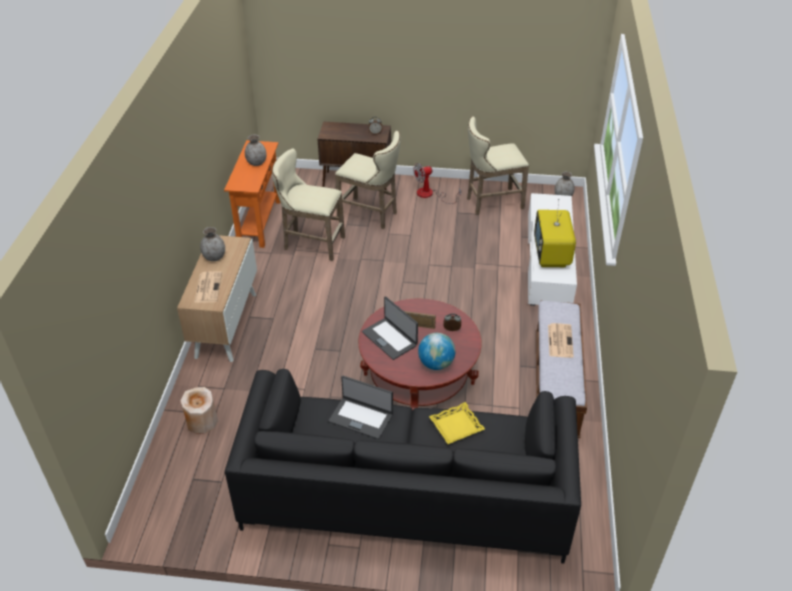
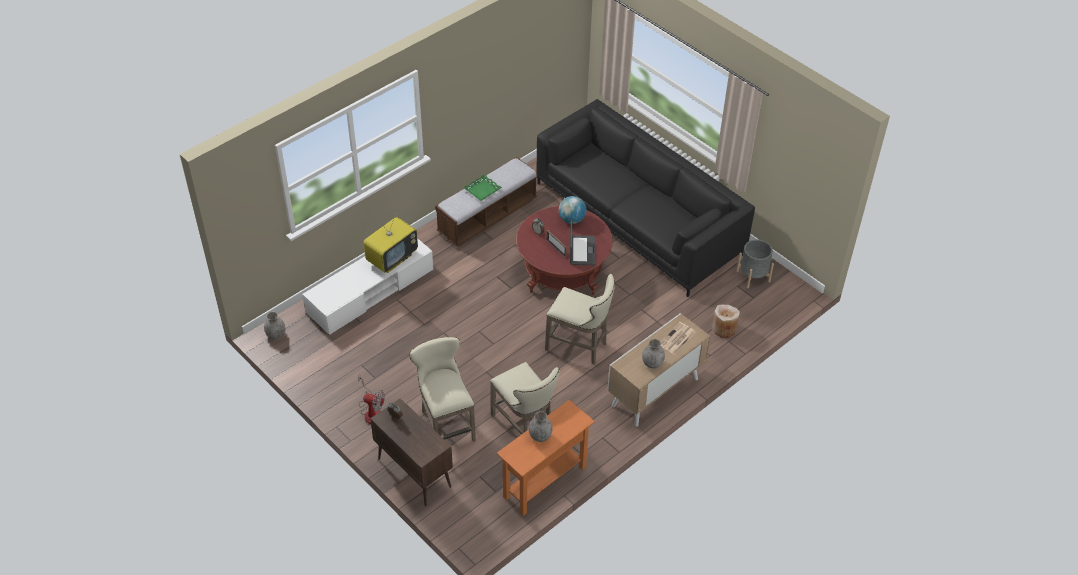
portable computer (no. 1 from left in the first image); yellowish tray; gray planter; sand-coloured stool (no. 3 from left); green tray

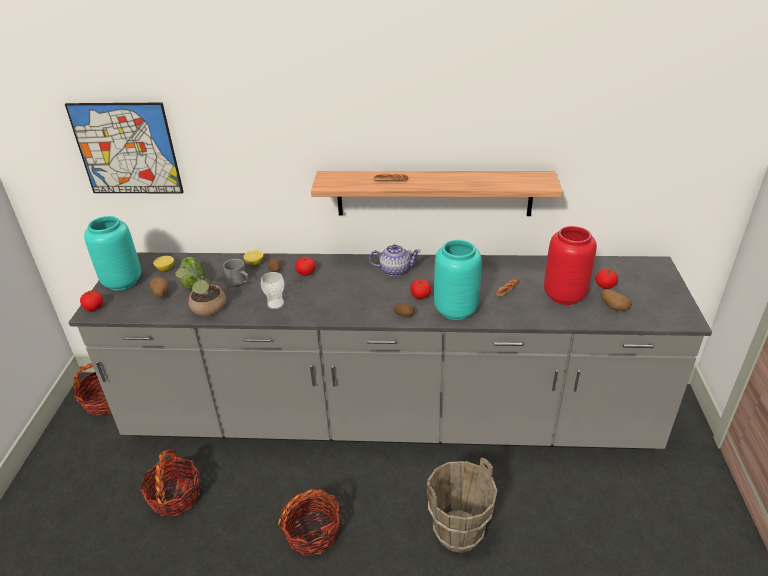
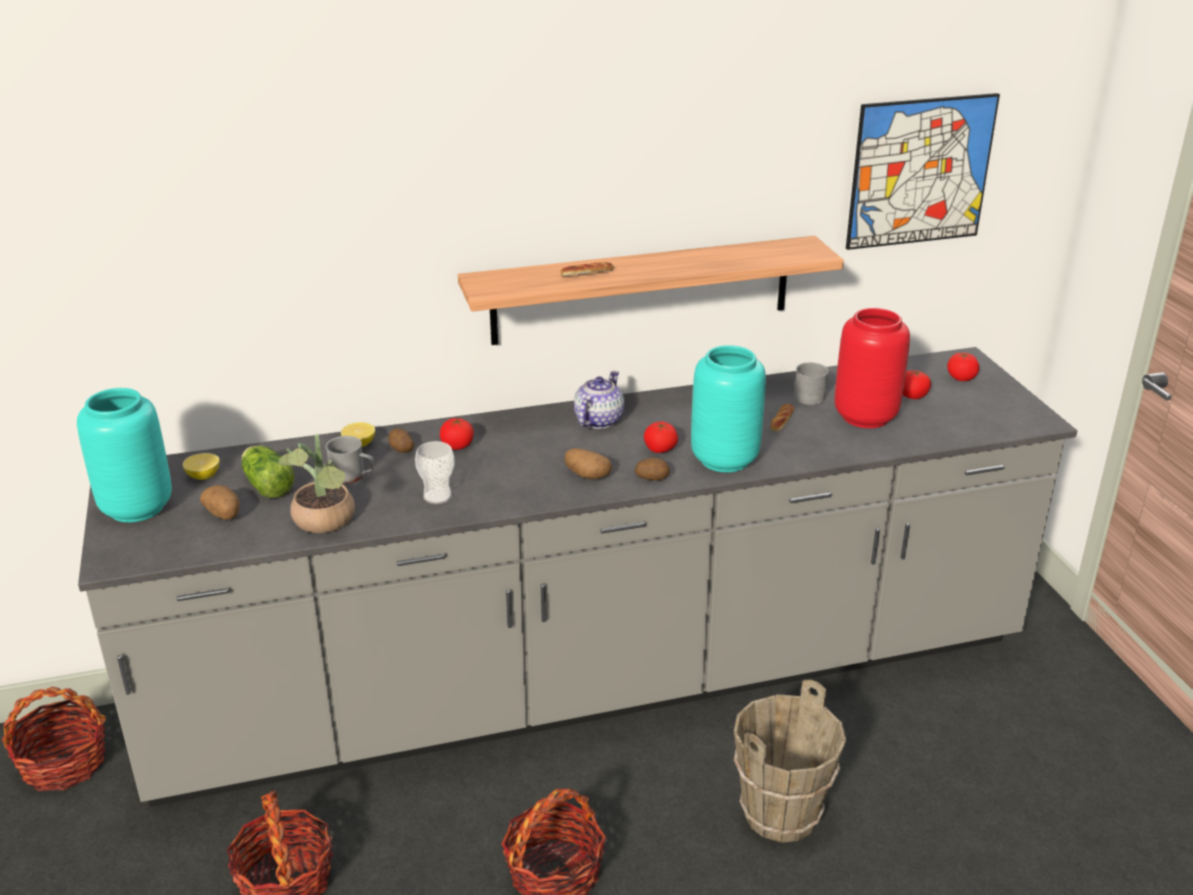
gray mug (no. 2 from left); picture; fresh tomato (no. 4 from left); potato (no. 3 from left); tea pot

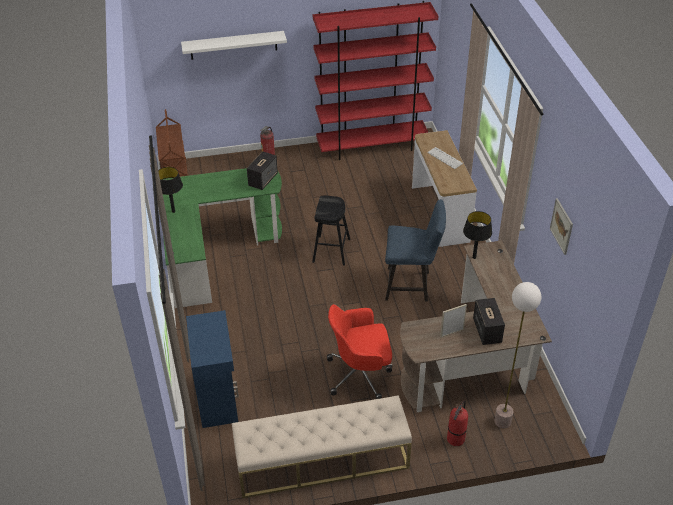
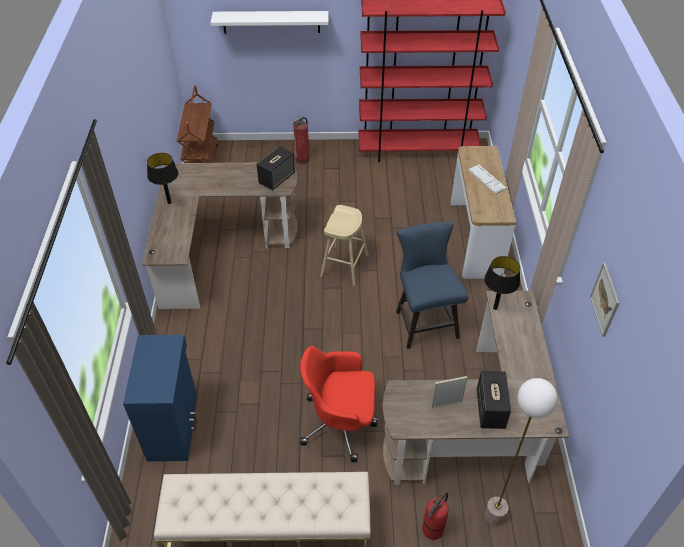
brown-coloured desk unit (no. 1 from left); sand-coloured stool; blue upright chair

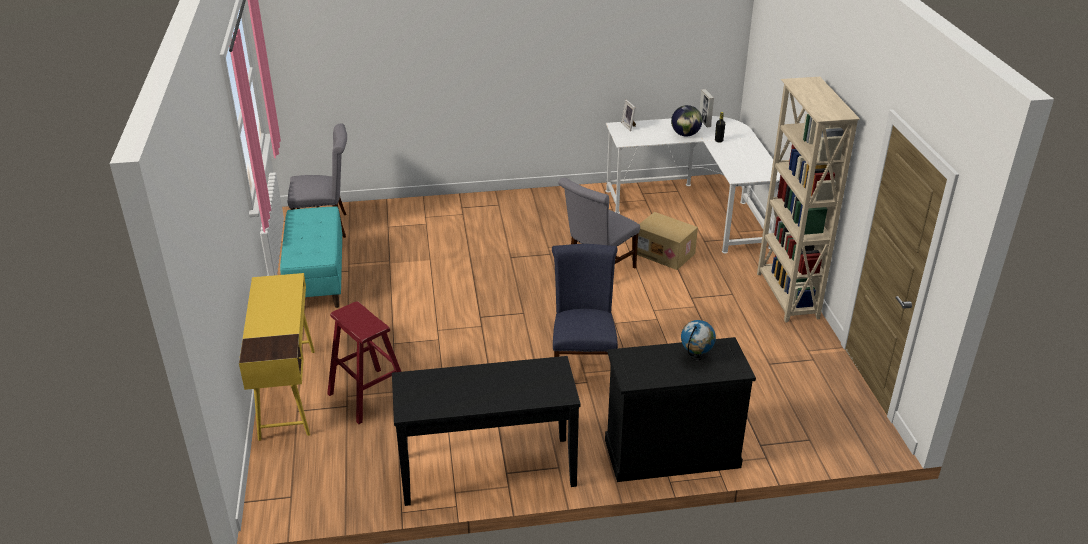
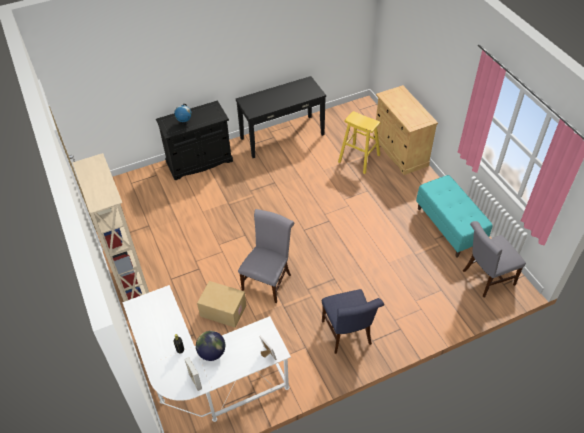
blue upright chair; sand-coloured storage cabinet; yellowish stool

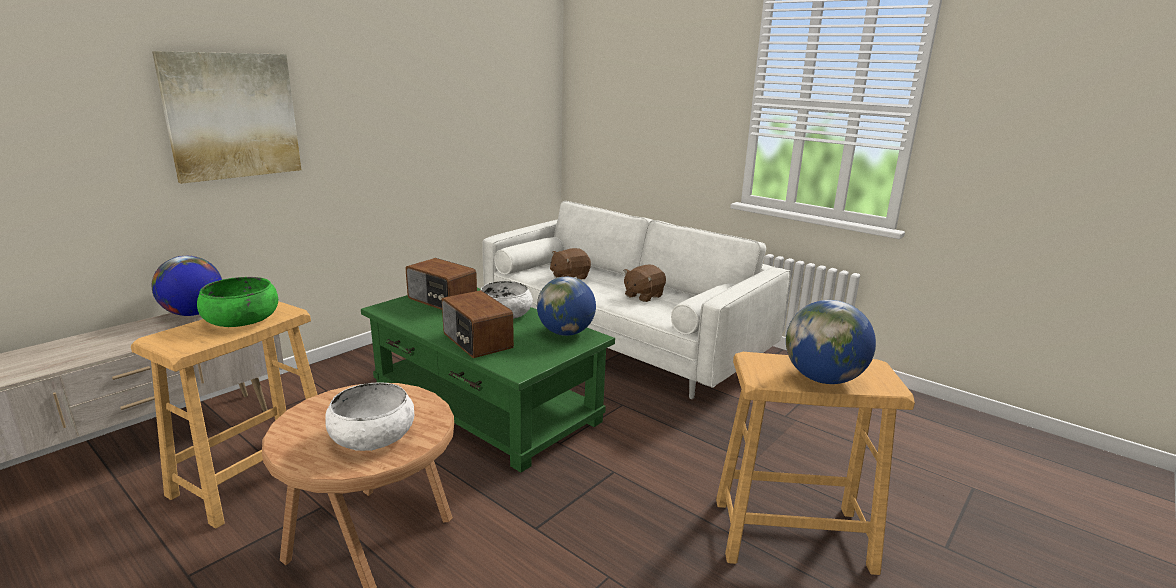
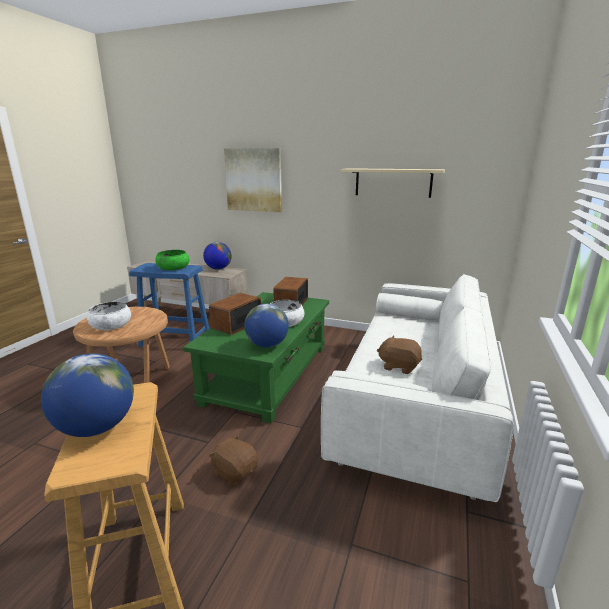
sand-coloured wall shelf; brown-coloured cuddly toy (no. 1 from left); blue stool

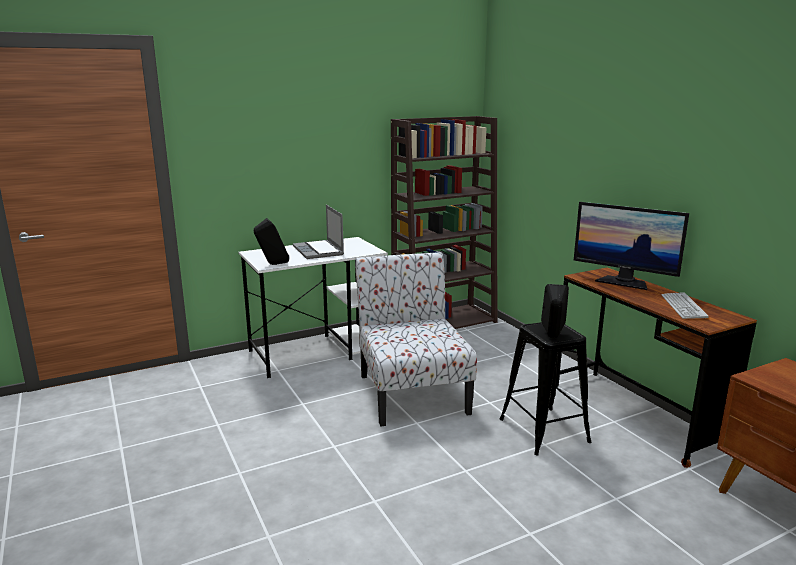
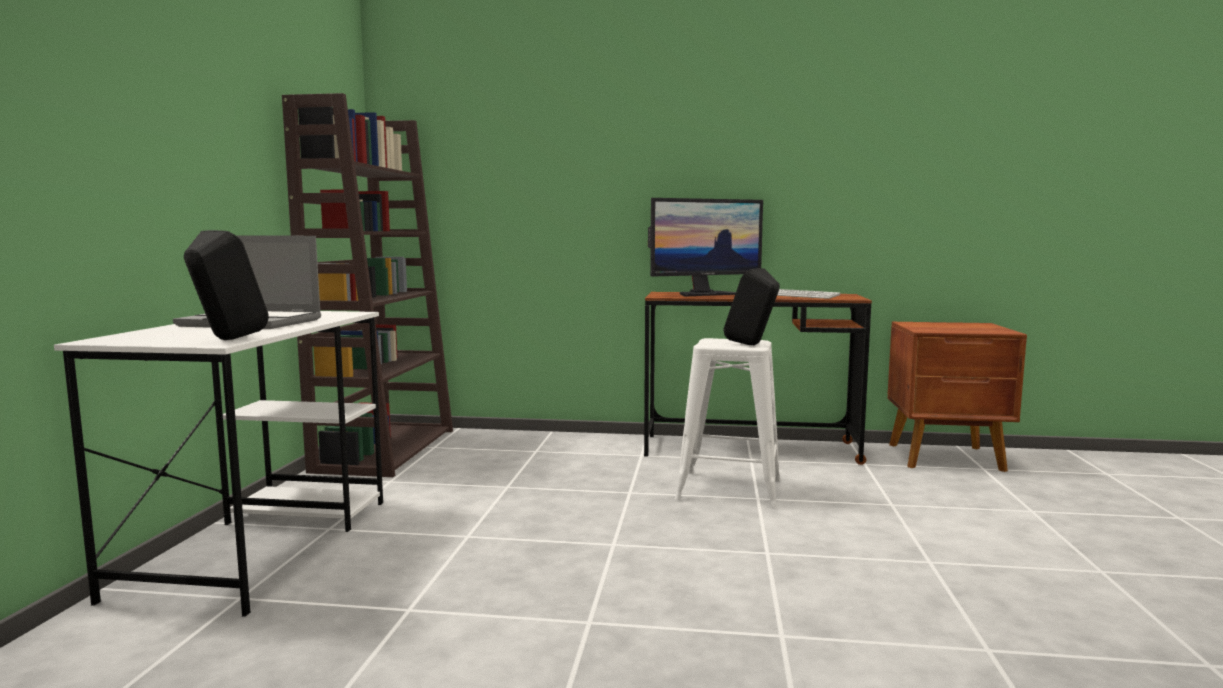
upright chair; white stool

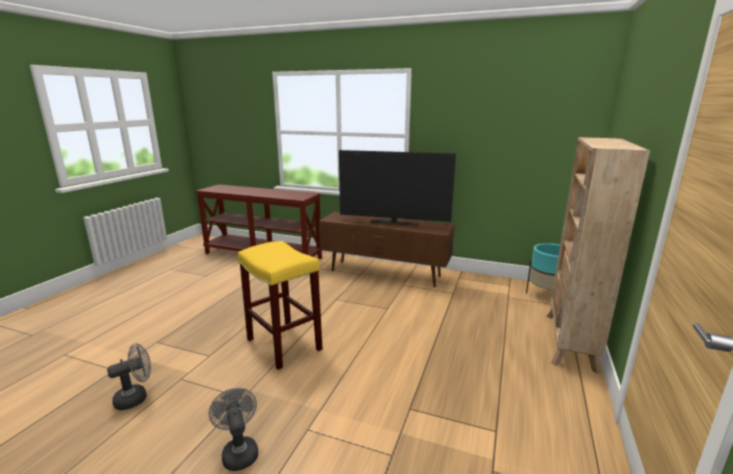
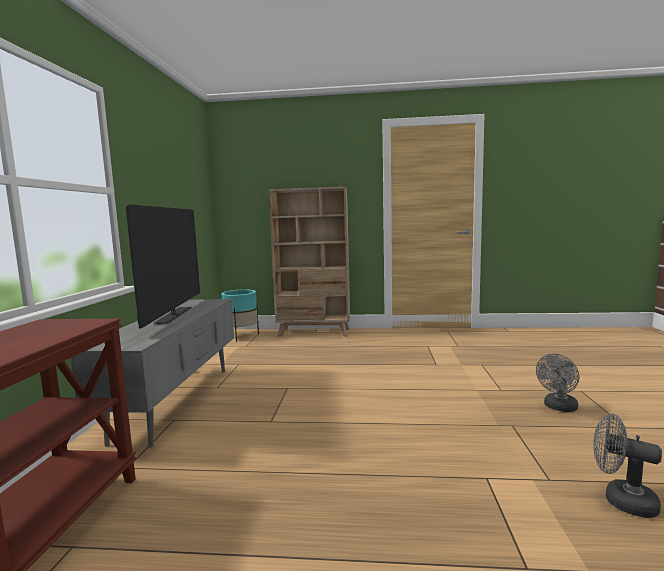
yellowish stool; gray tv stand

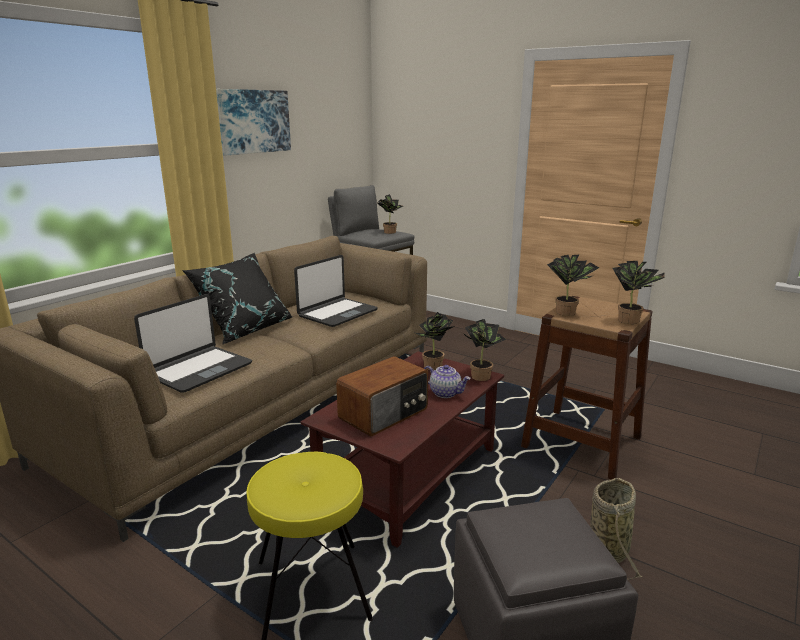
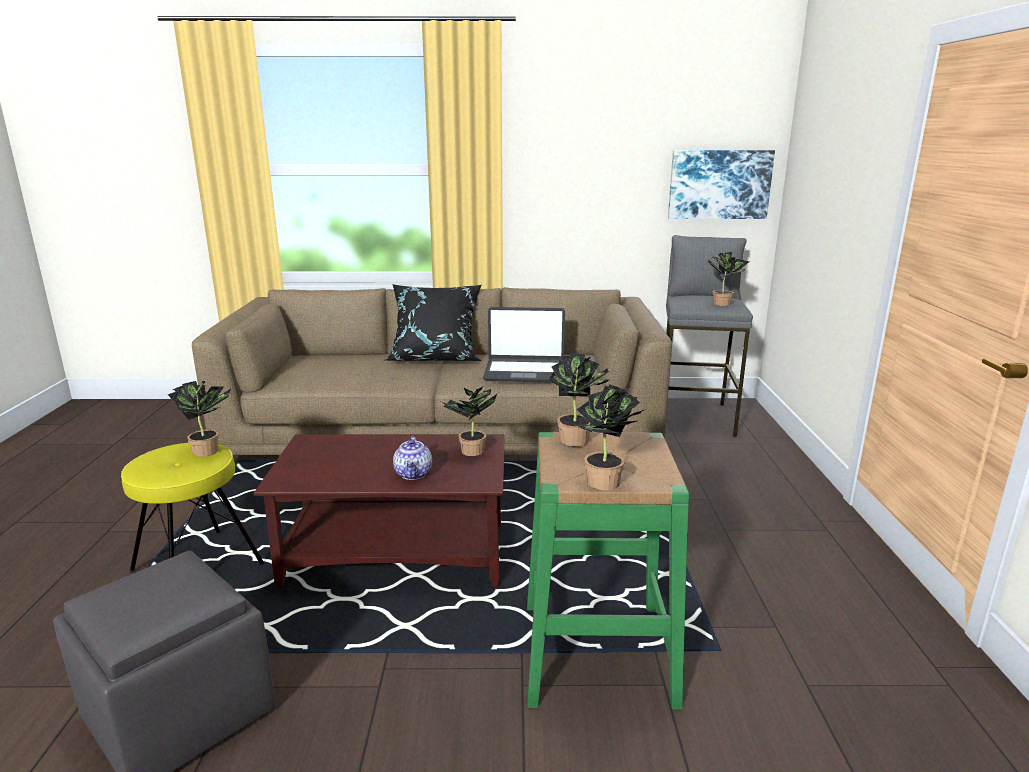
portable computer (no. 1 from left in the first image); radio set; household basket; picture; plant in a pot (no. 1 from left); green stool

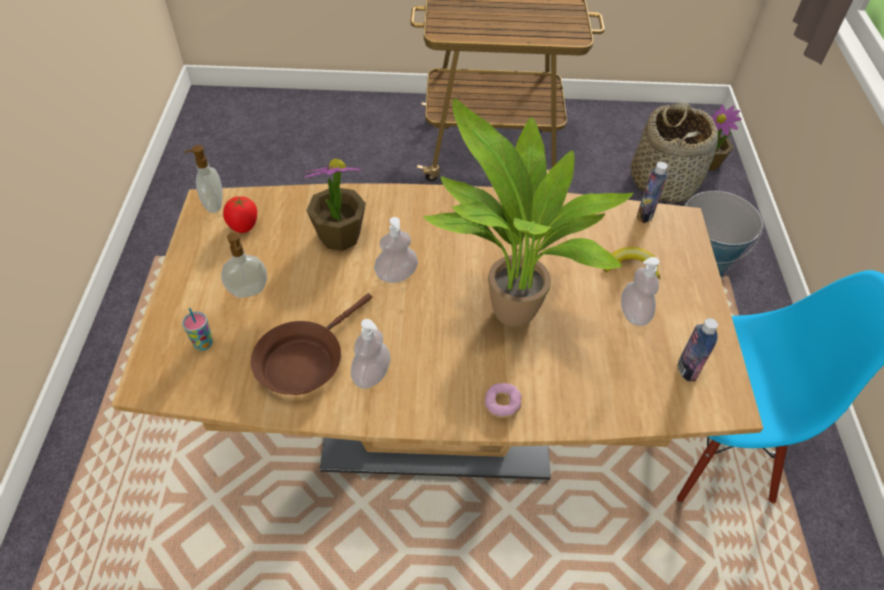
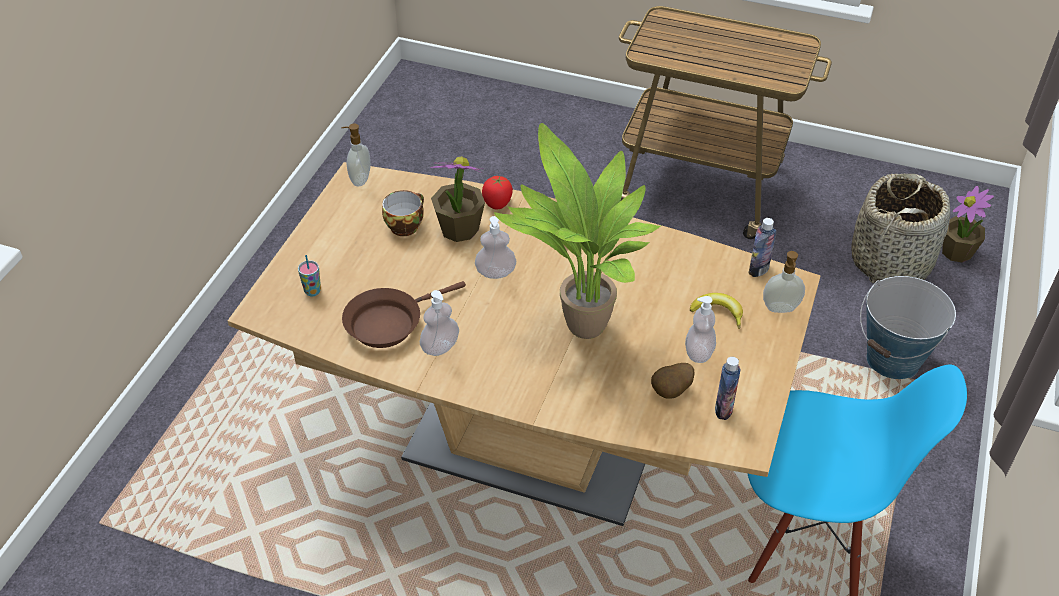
donut; small cup (no. 2 from left); potato; soap dispenser (no. 5 from left); fresh tomato

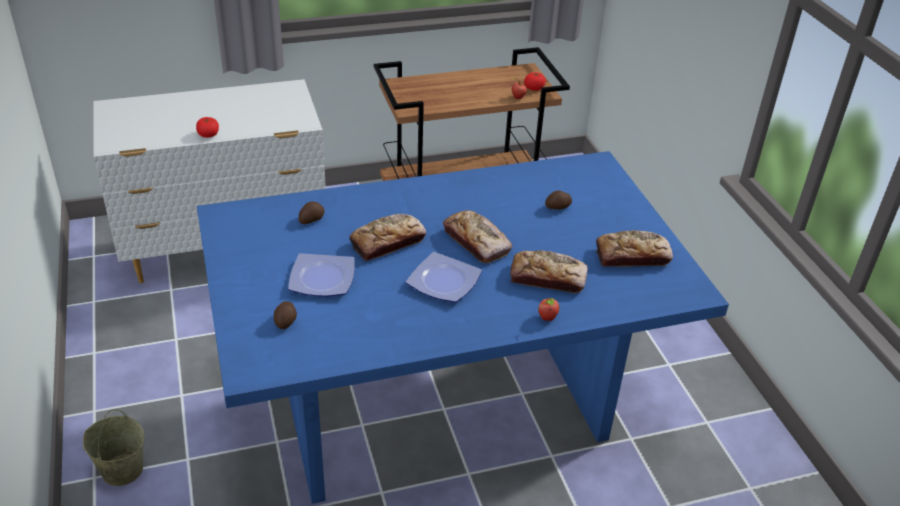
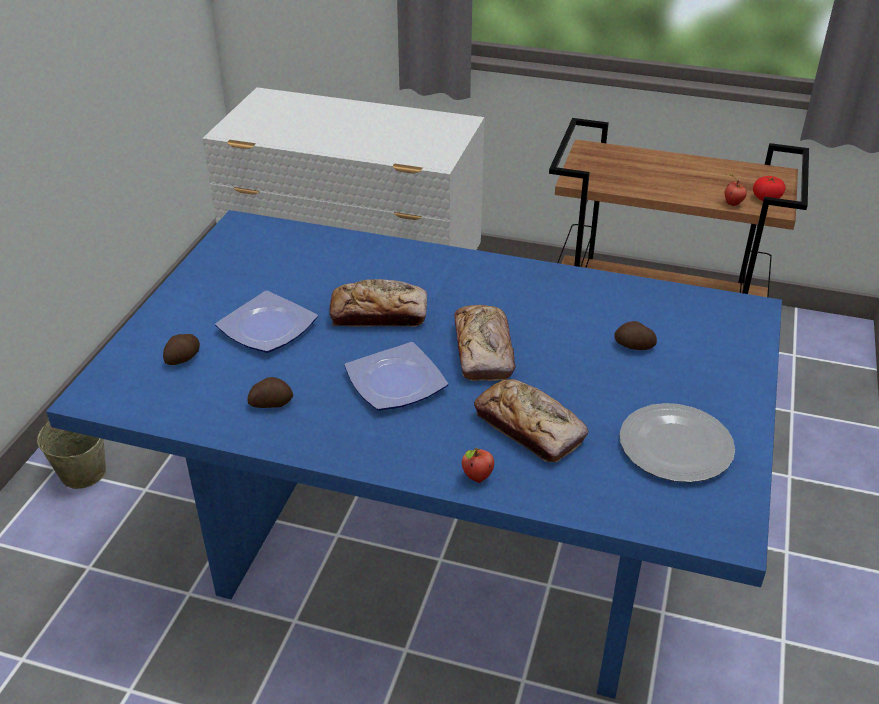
fresh tomato (no. 1 from left in the first image); potato (no. 2 from left); dinner plate (no. 3 from left)

